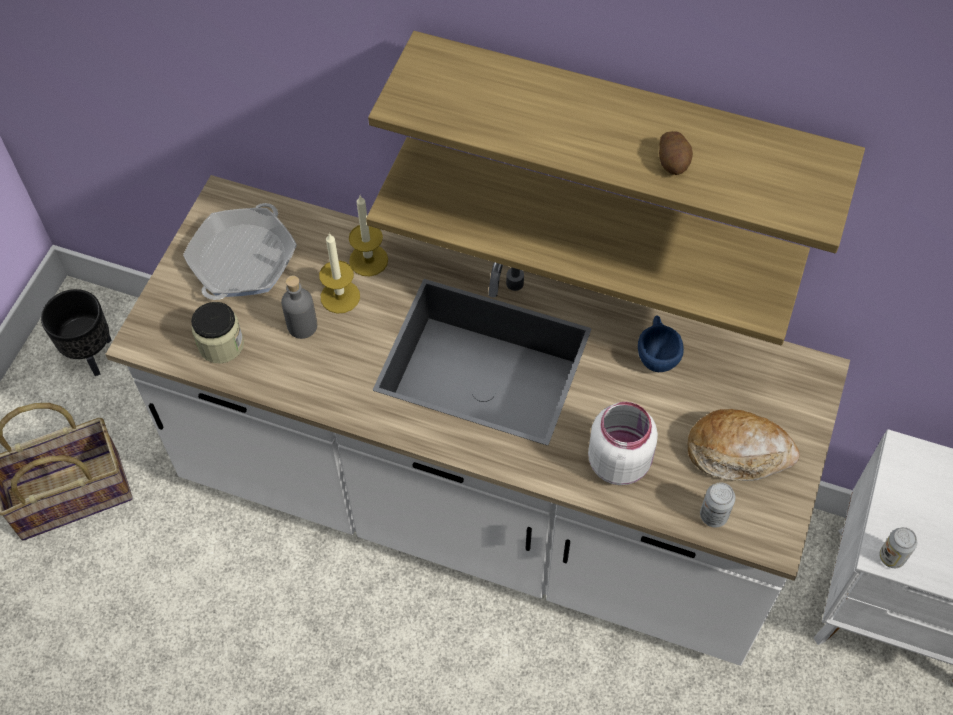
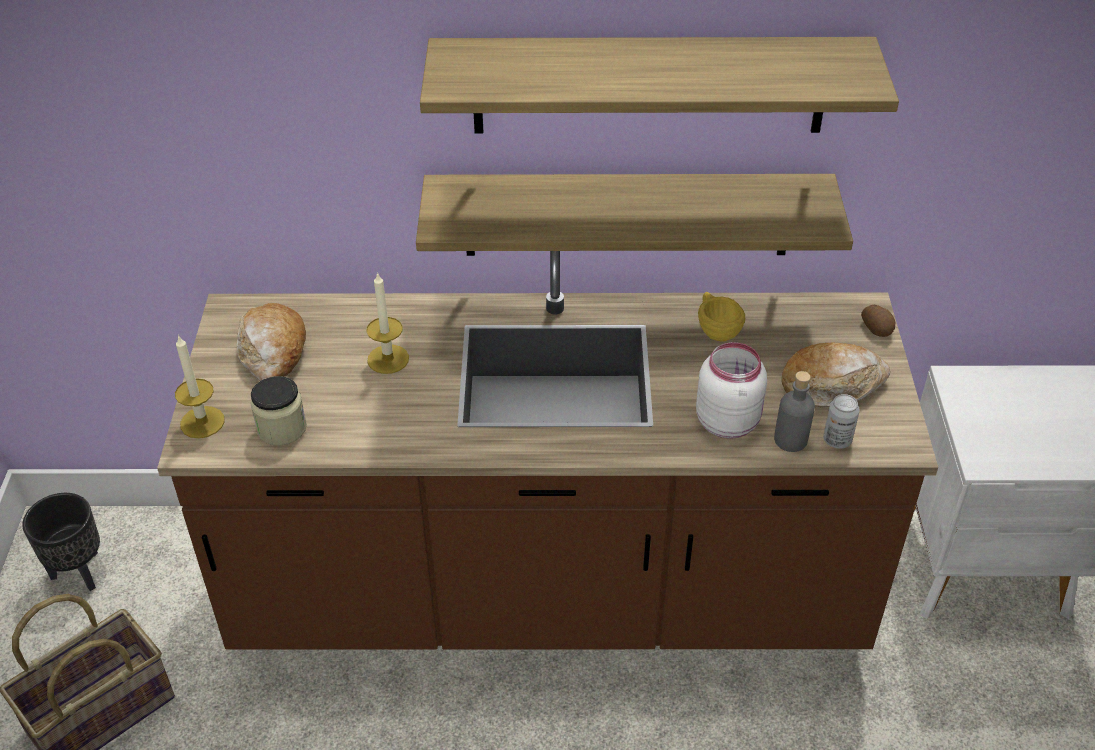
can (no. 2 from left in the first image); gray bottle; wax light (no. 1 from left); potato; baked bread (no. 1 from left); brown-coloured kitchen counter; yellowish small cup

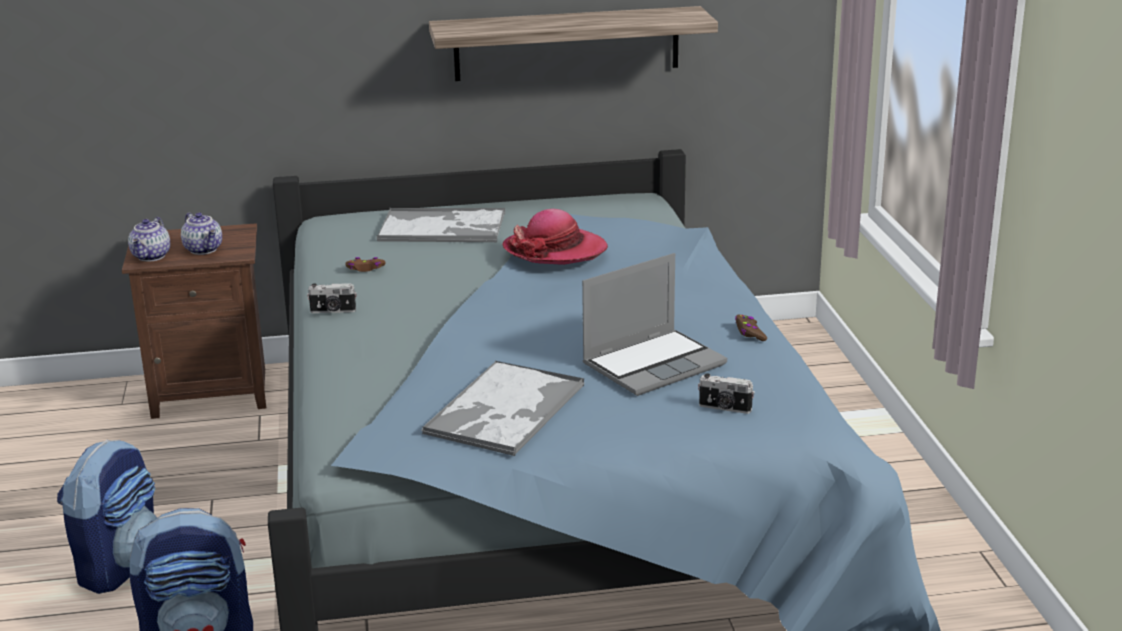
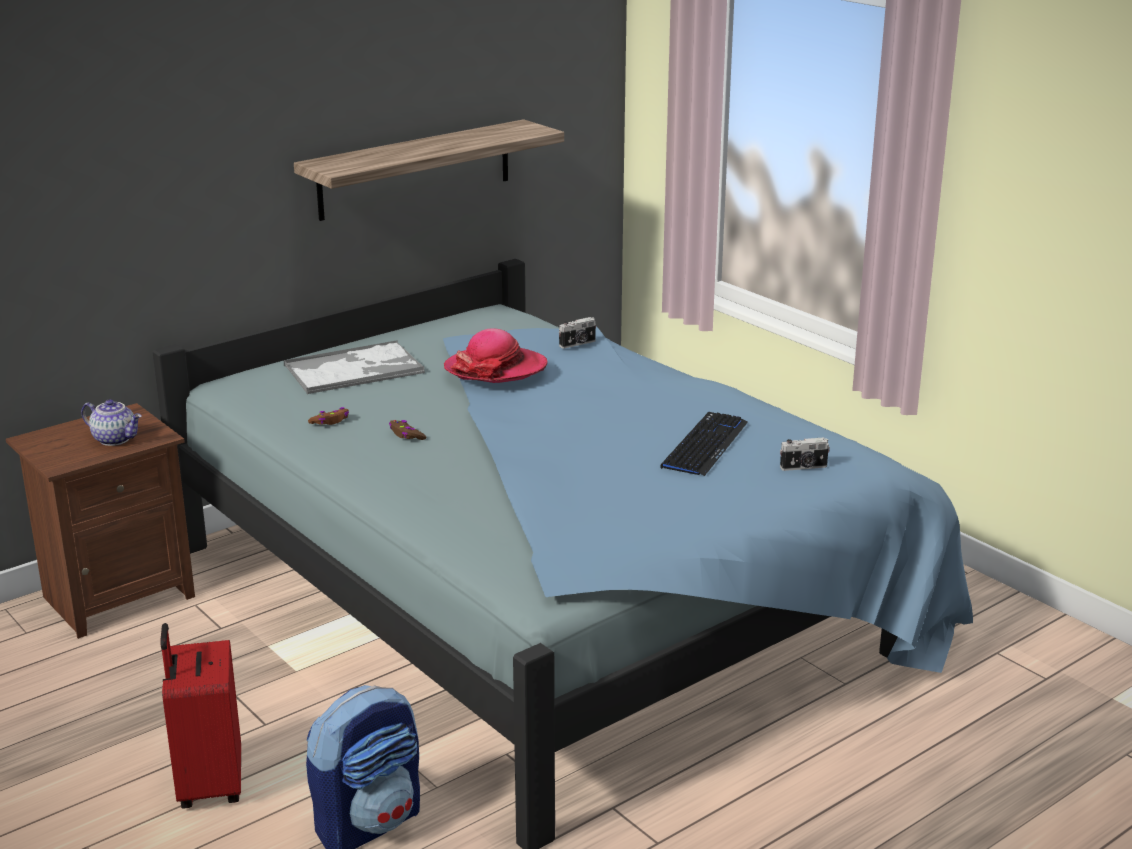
tea pot (no. 1 from left in the first image); tray (no. 2 from left in the first image); still camera (no. 1 from left); brown-coloured game controller (no. 2 from left); red-coloured suitcase; computer keyboard

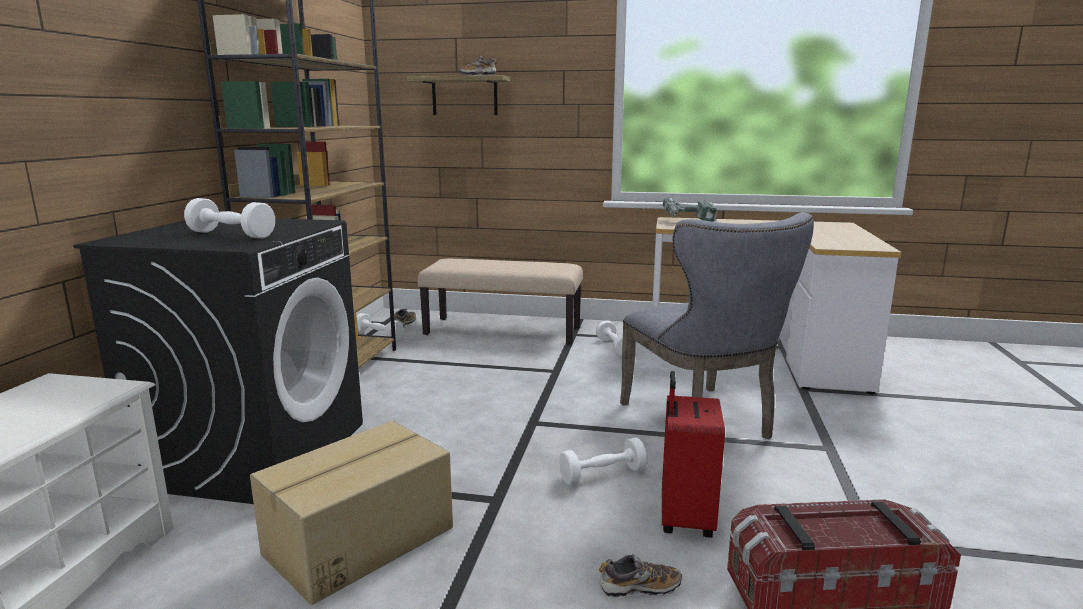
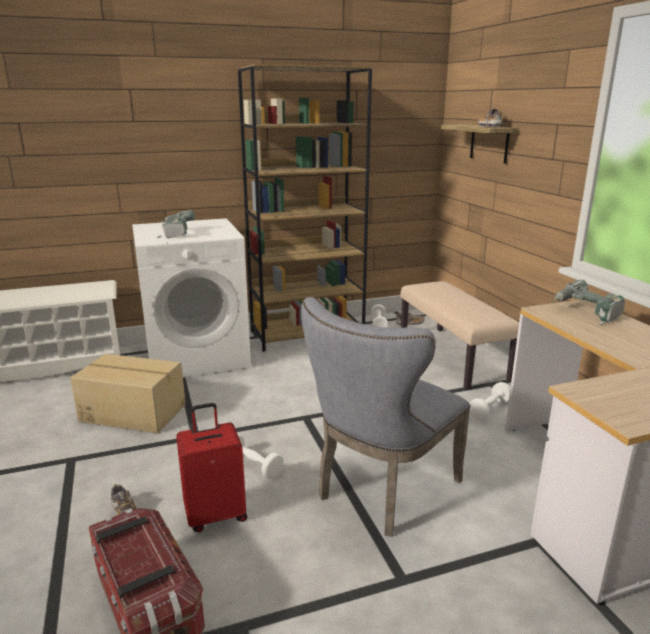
electric drill (no. 1 from left); white laundry machine

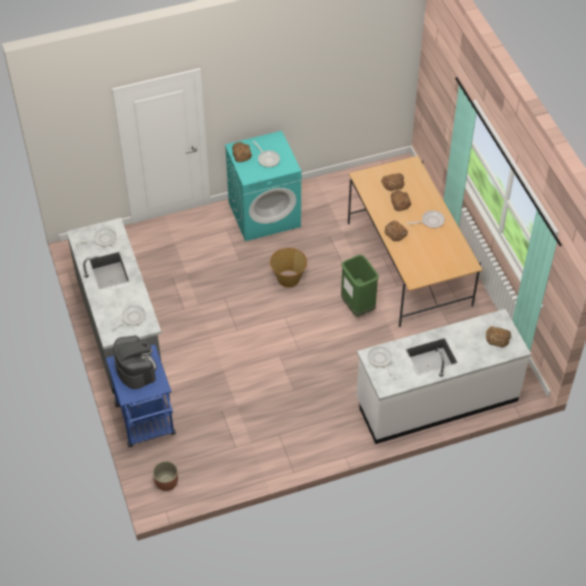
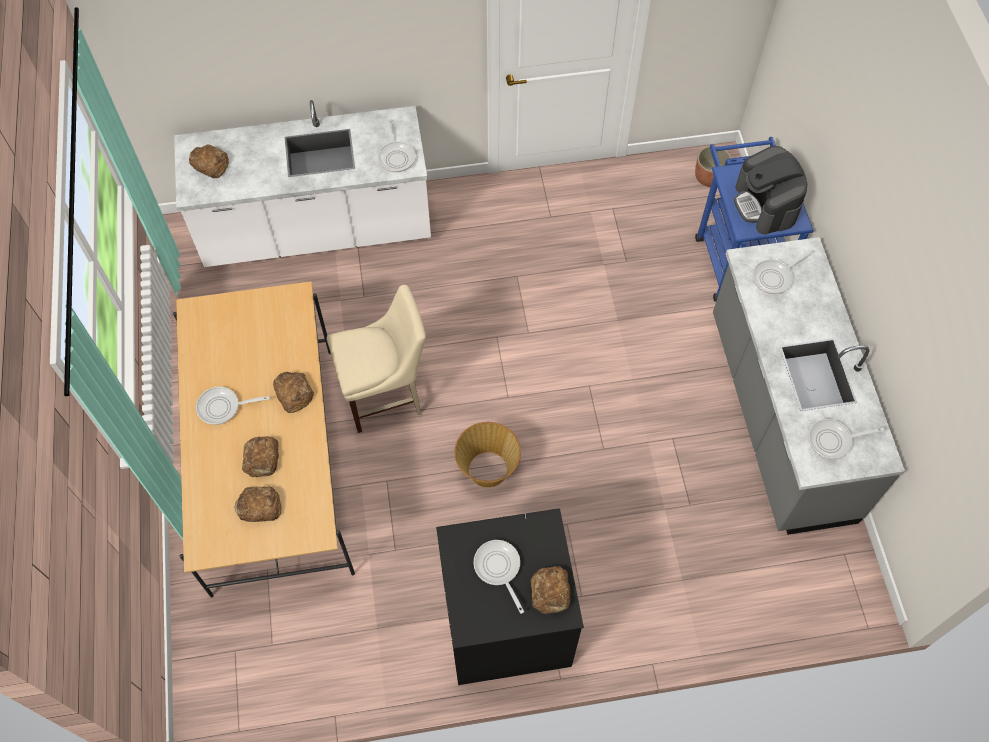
sand-coloured upright chair; black laundry machine

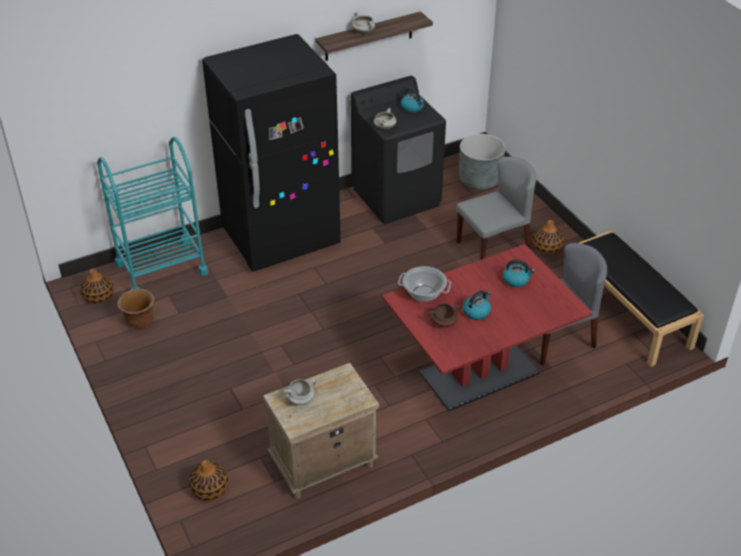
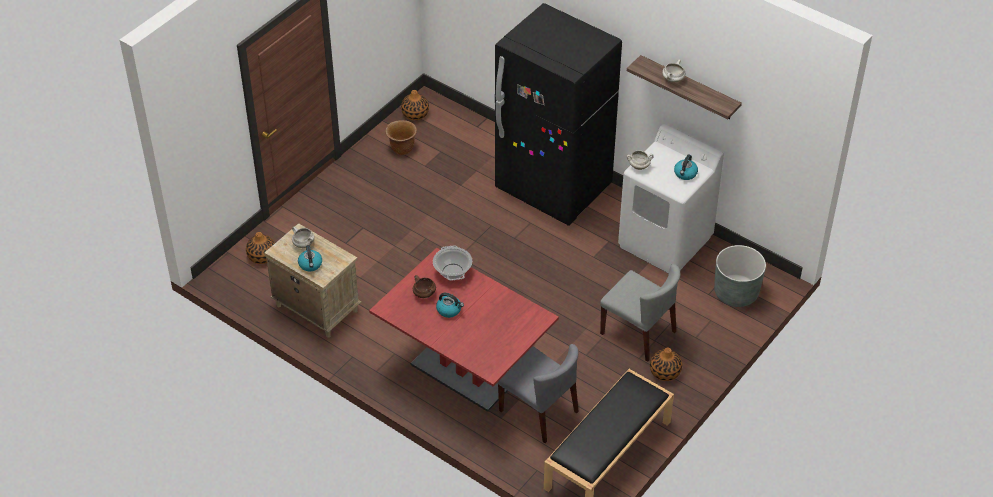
turquoise-coloured trolley; water kettle (no. 1 from left); white laundry machine

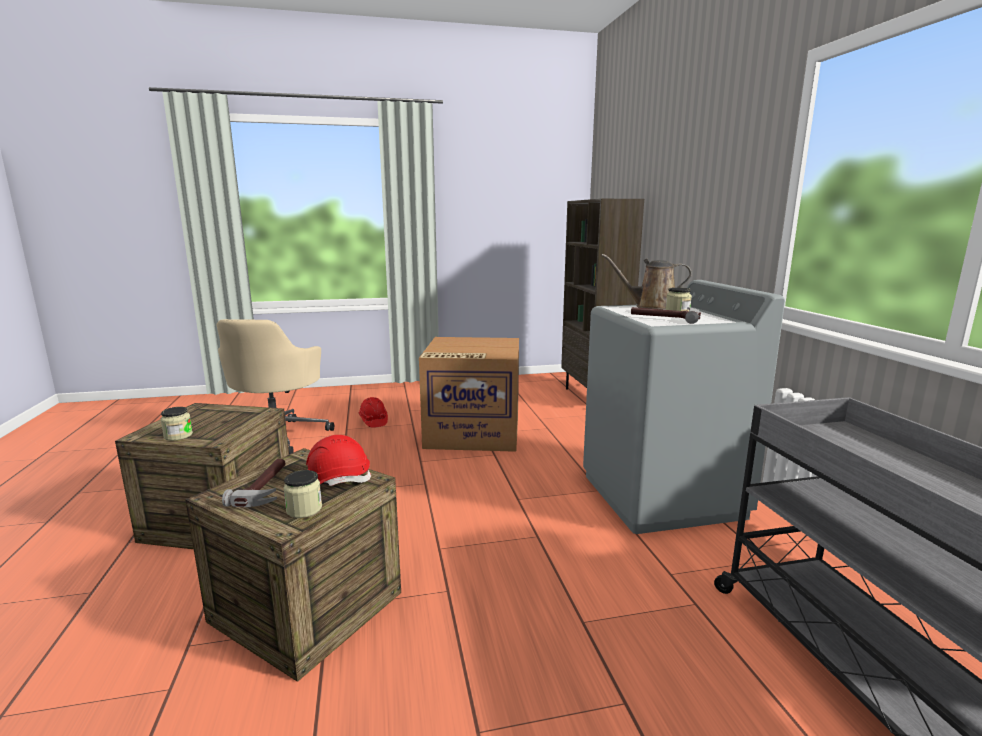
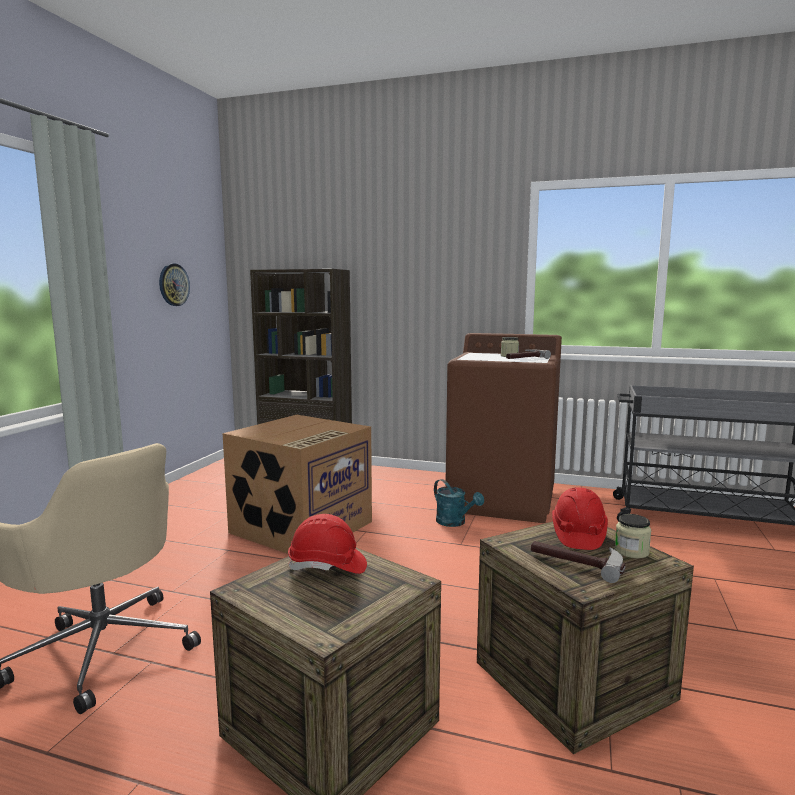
storage jar (no. 1 from left in the first image); brown-coloured sprinkling can; clock on the wall; turquoise-coloured sprinkling can; red-coloured work helmet (no. 1 from left); brown-coloured laundry machine

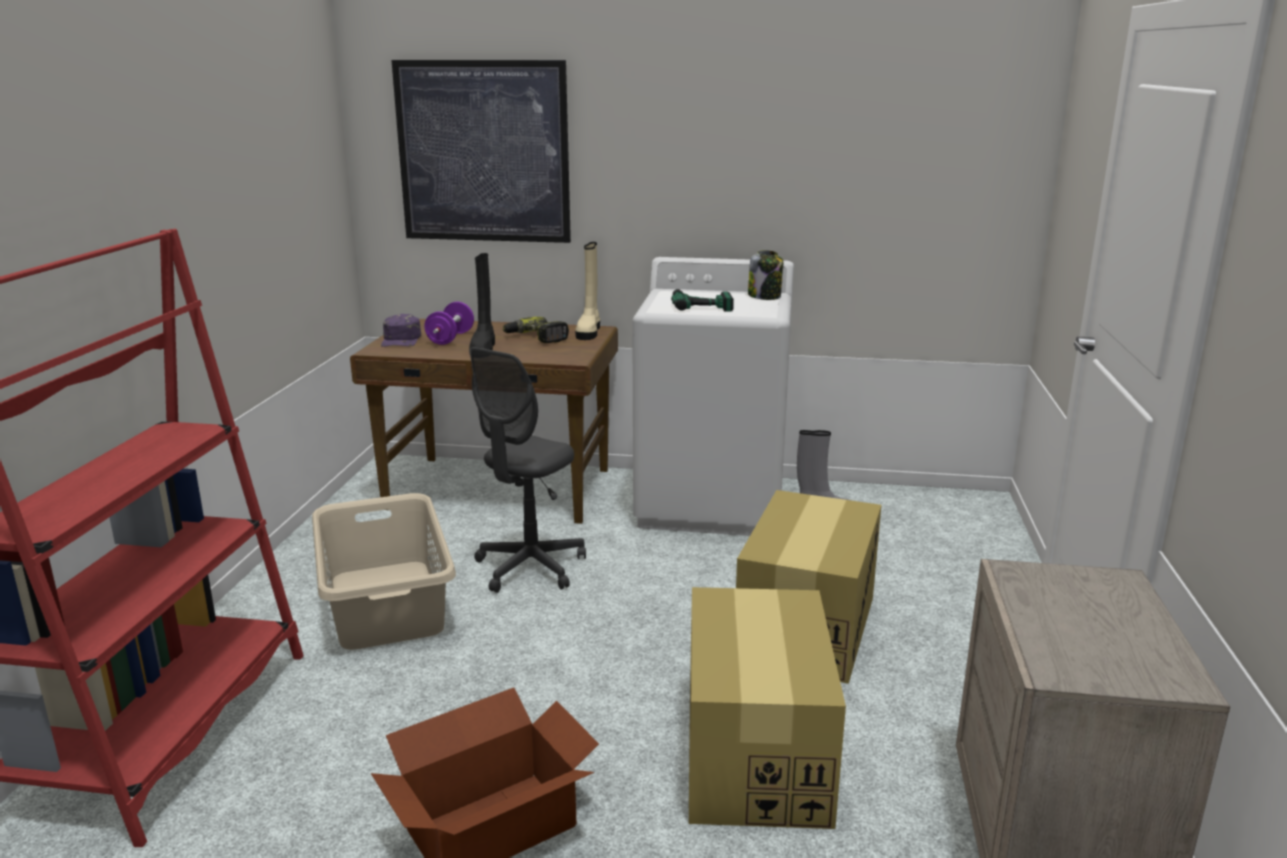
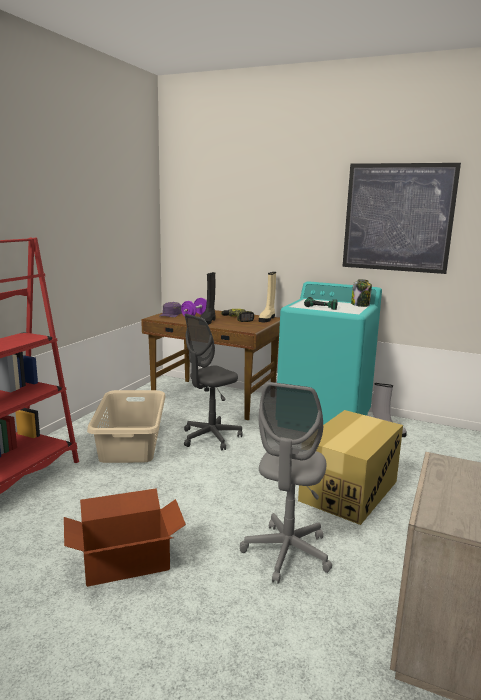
picture; gray desk chair (no. 2 from left); turquoise-coloured laundry machine

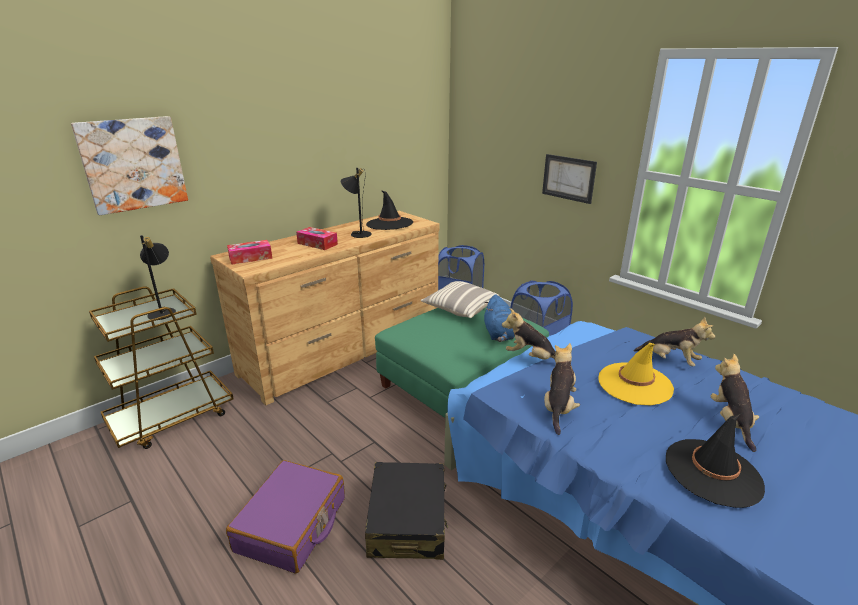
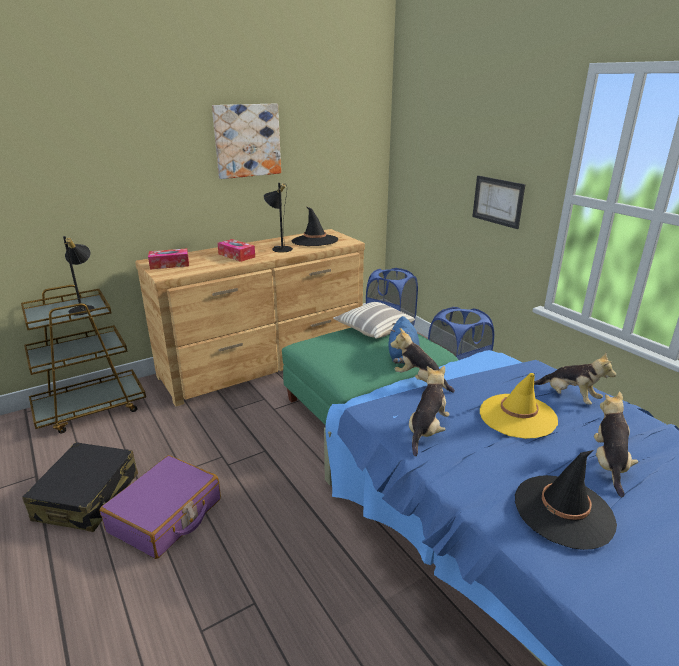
picture (no. 1 from left); black suitcase

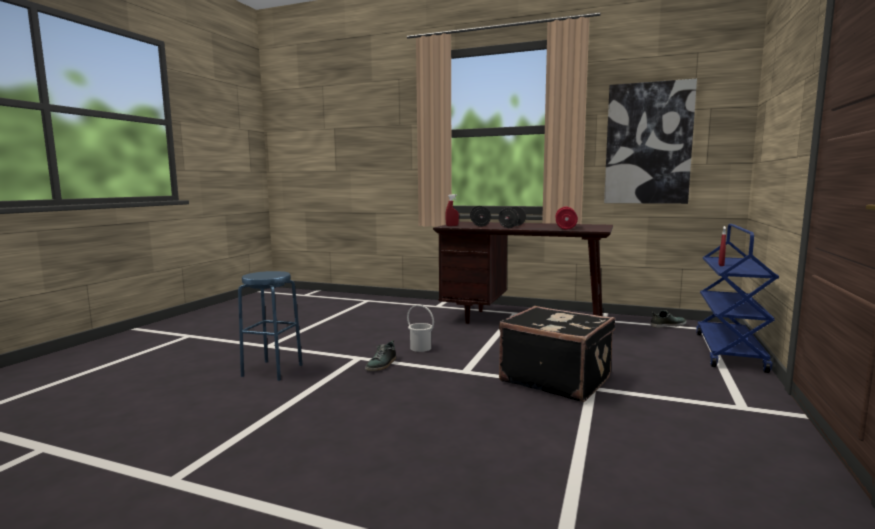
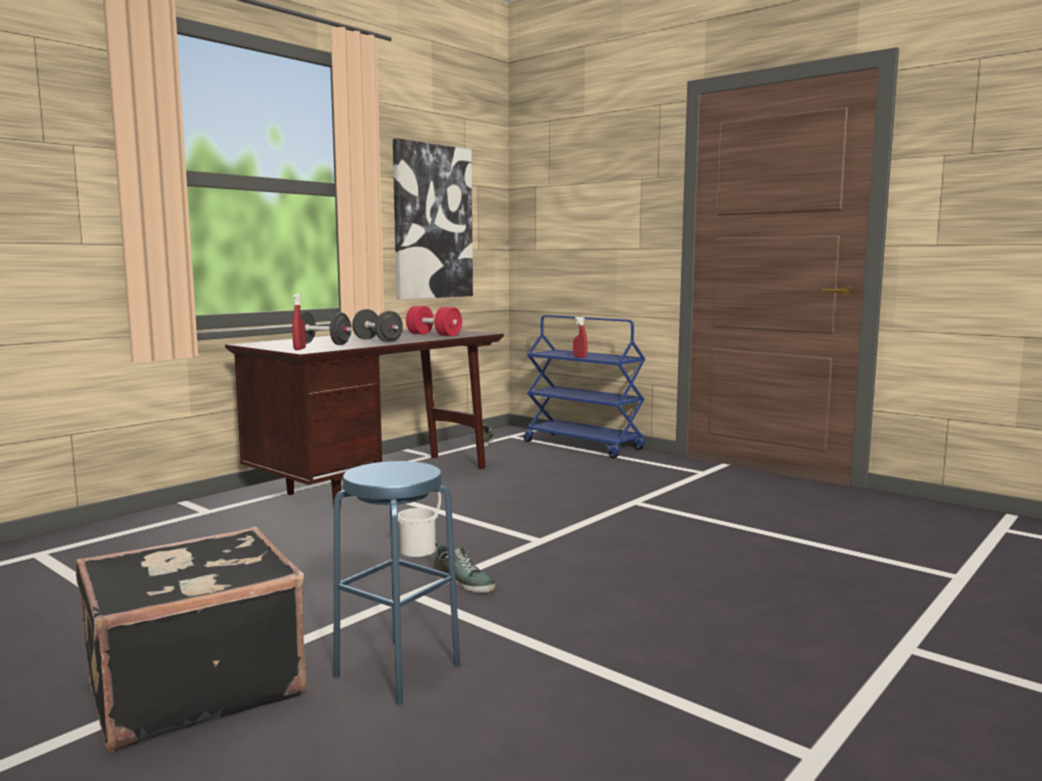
black suitcase

